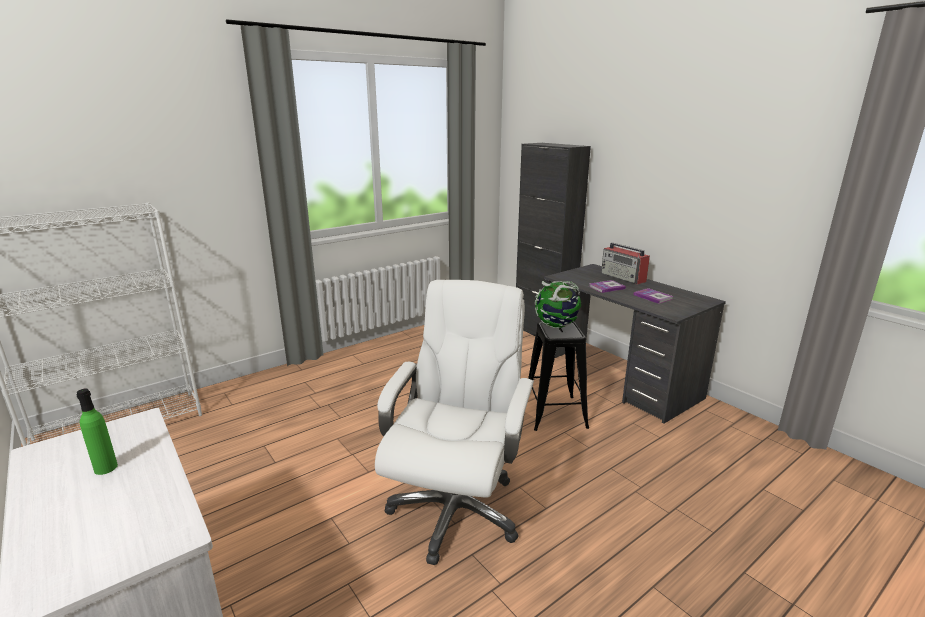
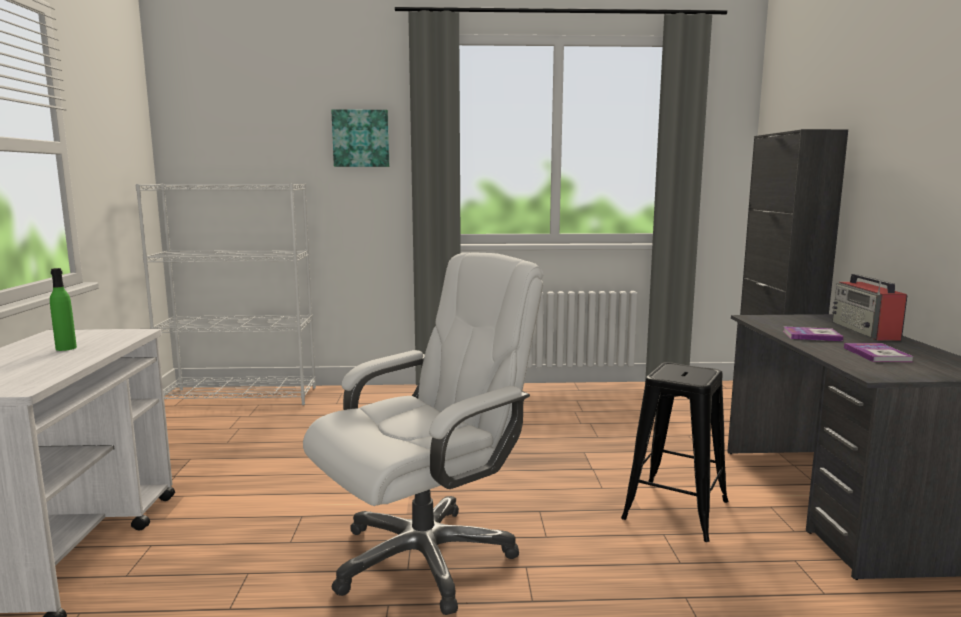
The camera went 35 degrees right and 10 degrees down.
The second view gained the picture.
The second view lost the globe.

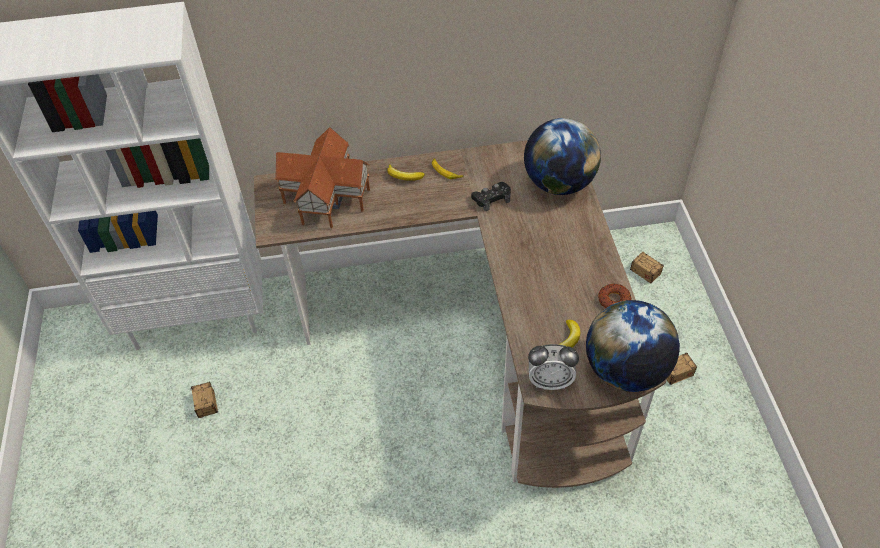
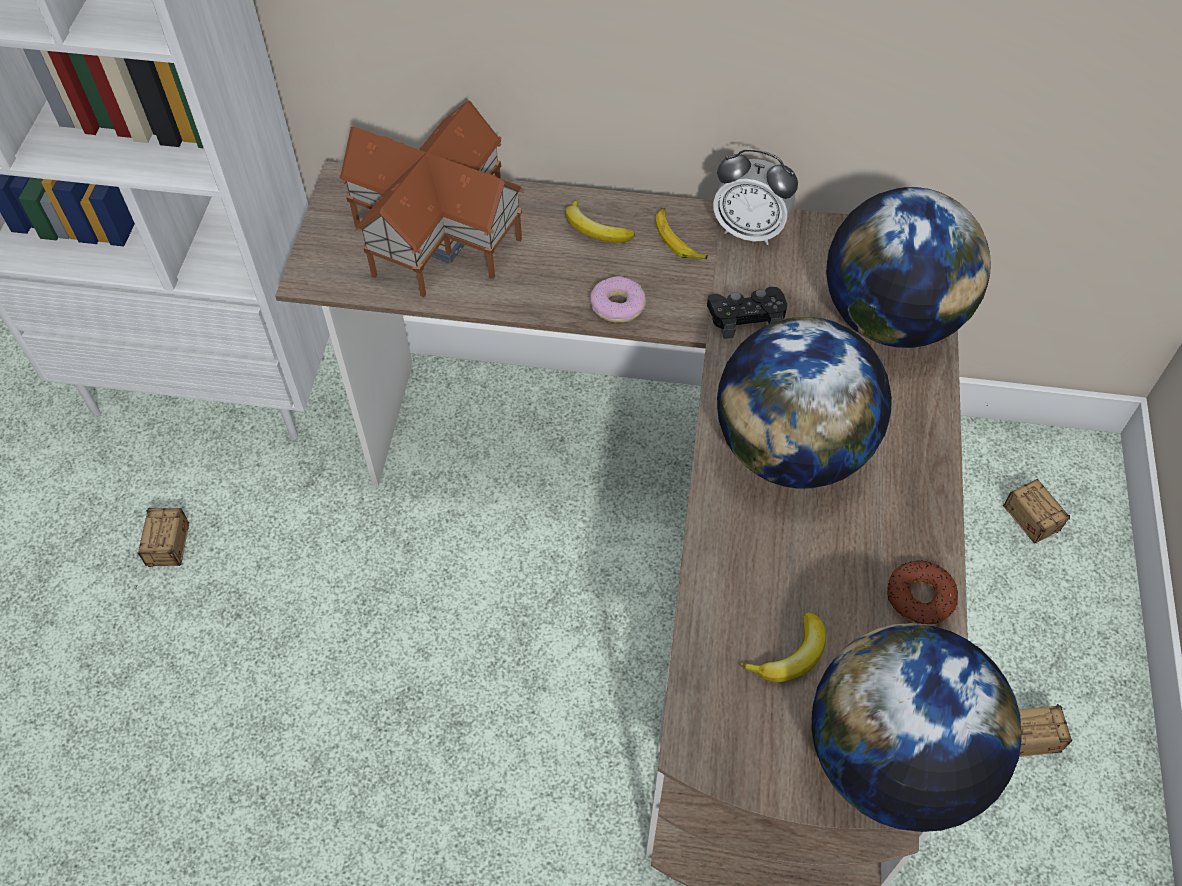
The camera went 15 degrees right and 5 degrees up.
The second view gained the donut (1st from left).
The alarm clock ended up elsewhere.
The second view gained the globe (1st from left).

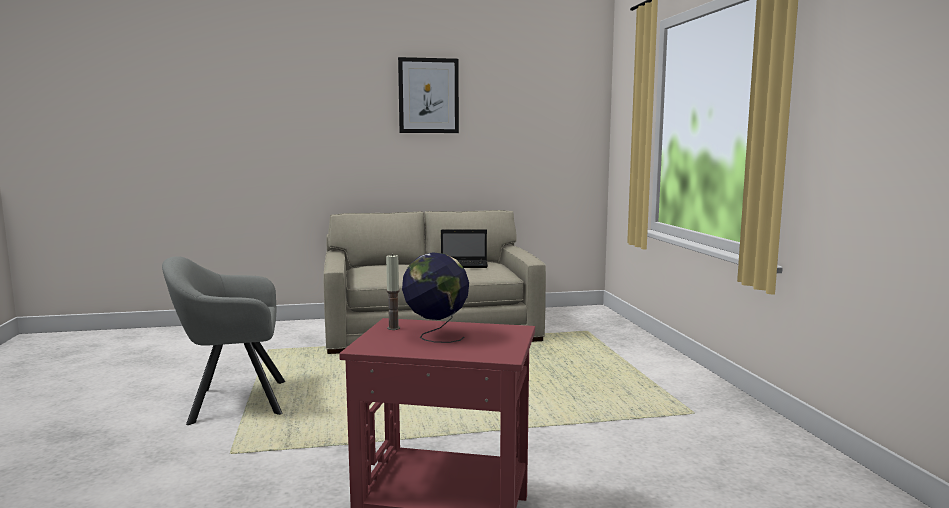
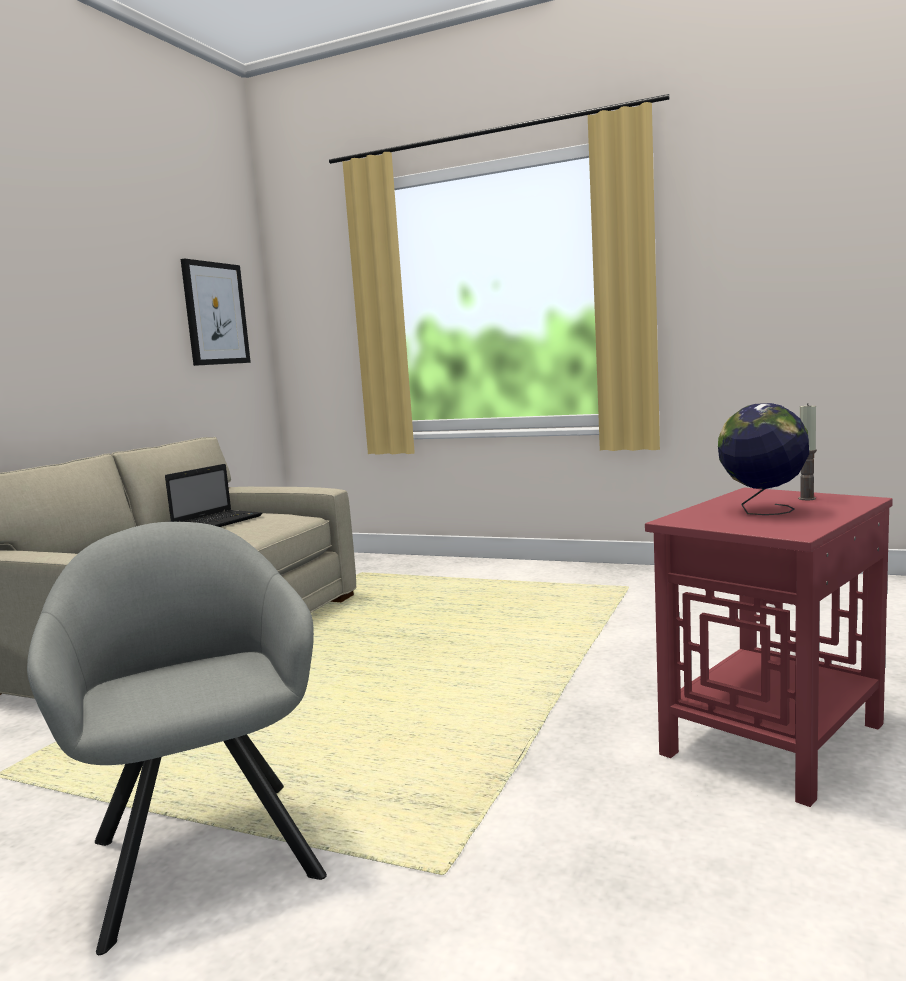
The camera went 55 degrees left and 0 degrees up.
The grey armchair ended up facing another way, 135 degrees clockwise from before.
The picture ended up elsewhere.
The candle ended up elsewhere.

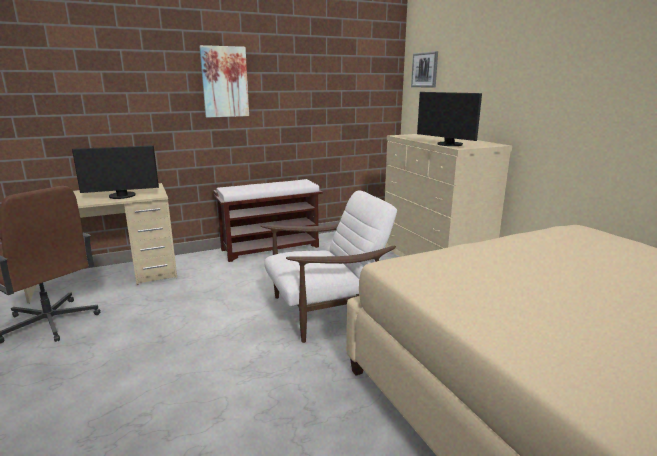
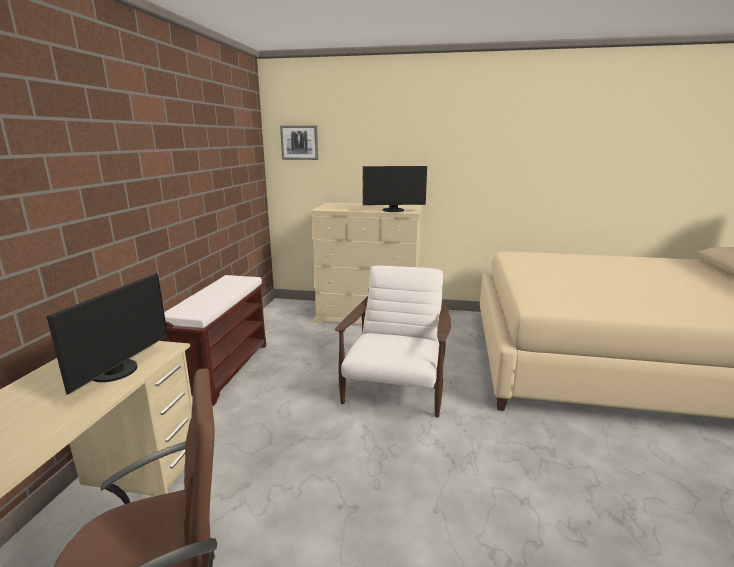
The camera went 55 degrees left and 0 degrees up.
The second view lost the picture (1st from left).

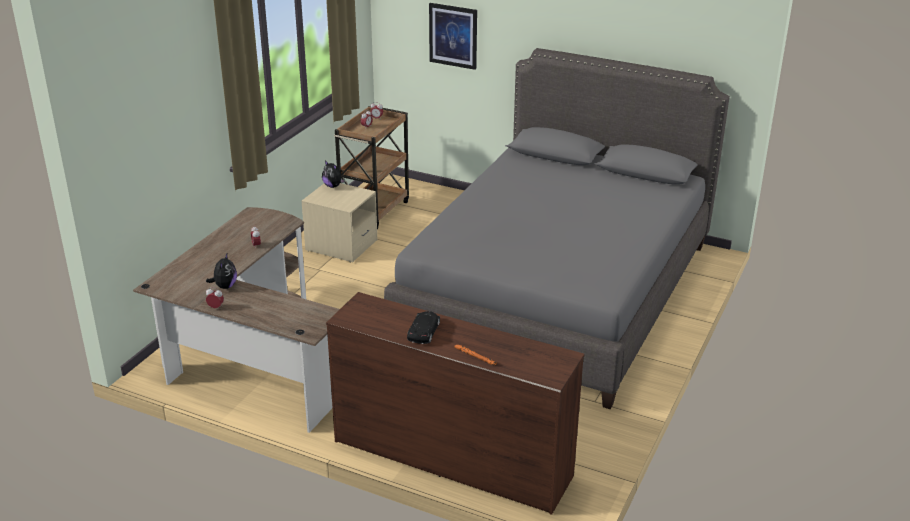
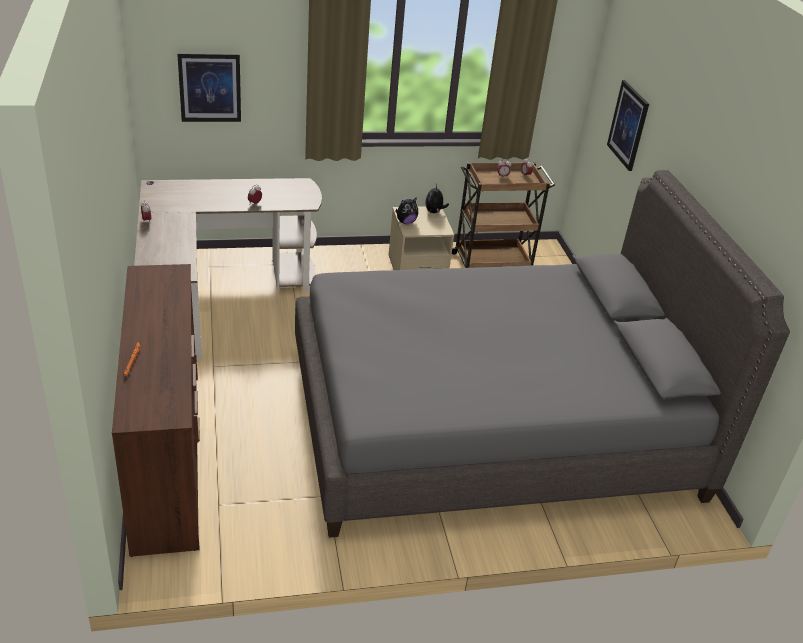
The camera went 50 degrees right and 5 degrees up.
The second view gained the picture (1st from left).
The plush toy (1st from left) ended up elsewhere.
The second view lost the black toy car.

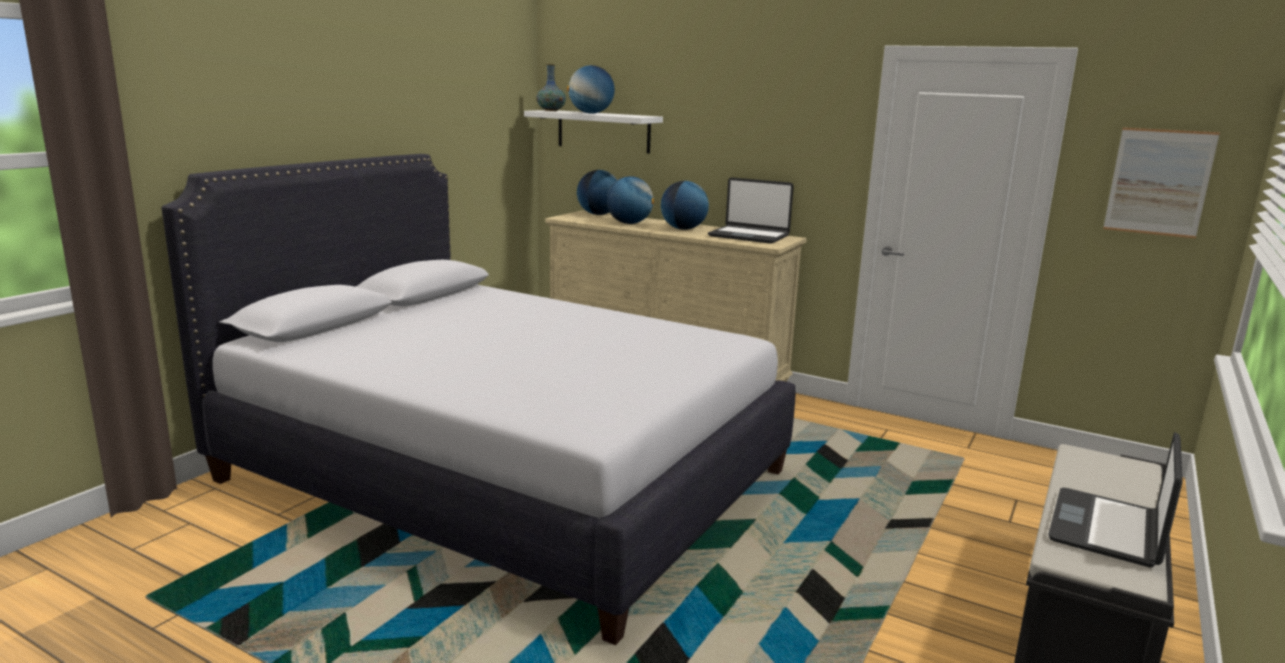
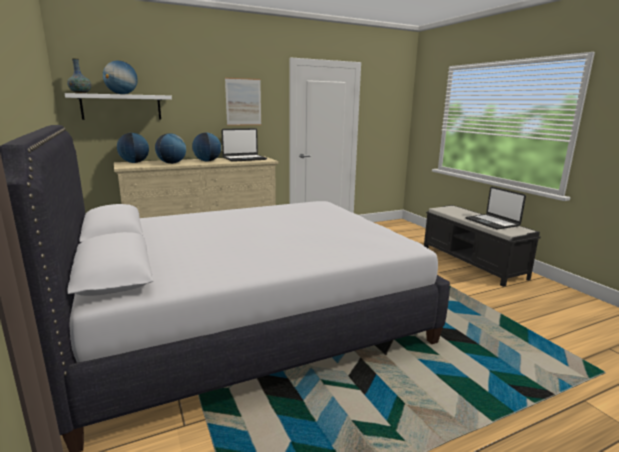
The camera went 55 degrees left and 0 degrees up.
The picture ended up elsewhere.

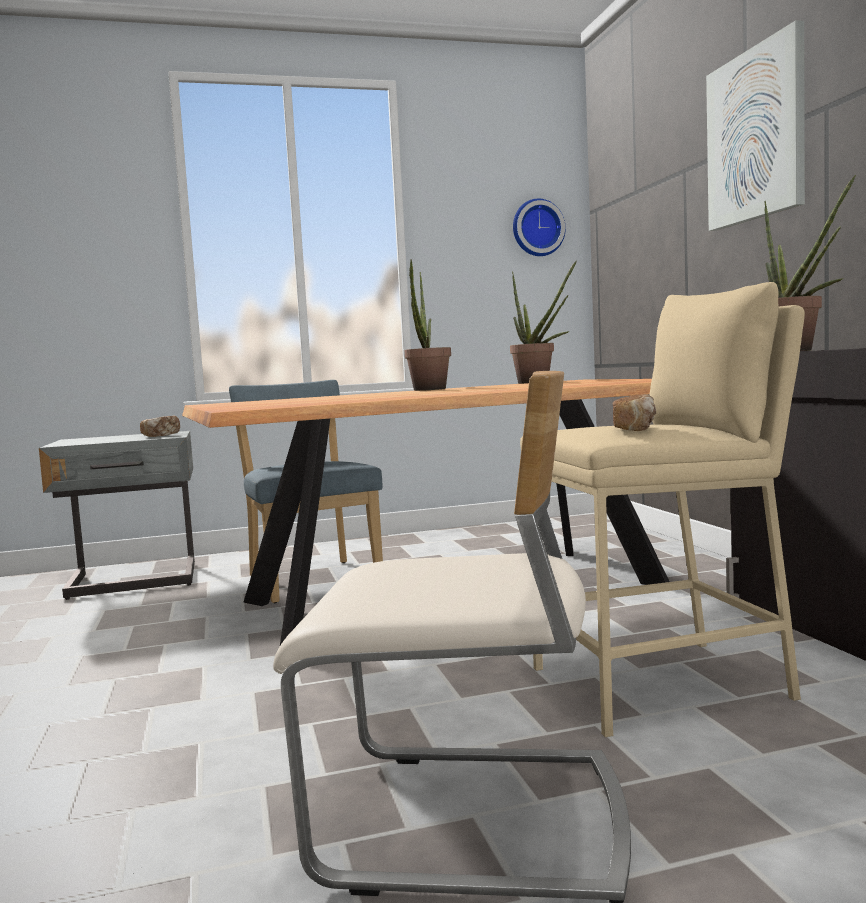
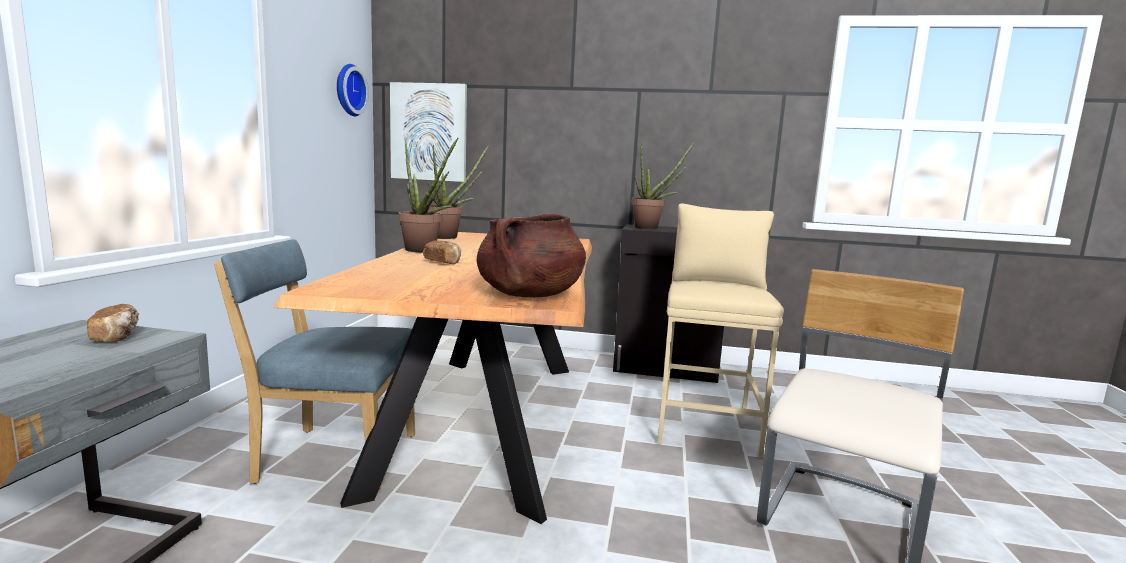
The camera went 65 degrees left and 5 degrees up.
The picture ended up elsewhere.
The bread (2nd from left) ended up elsewhere.
The second view gained the brown cooking pot.

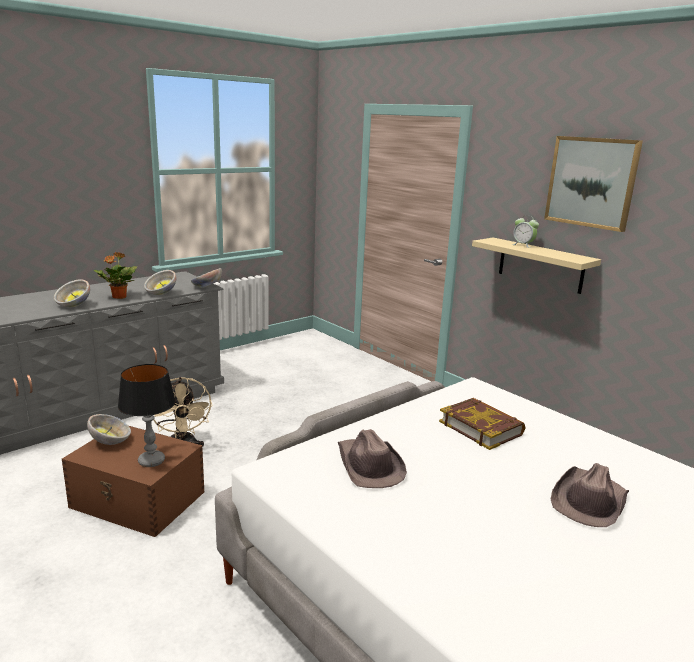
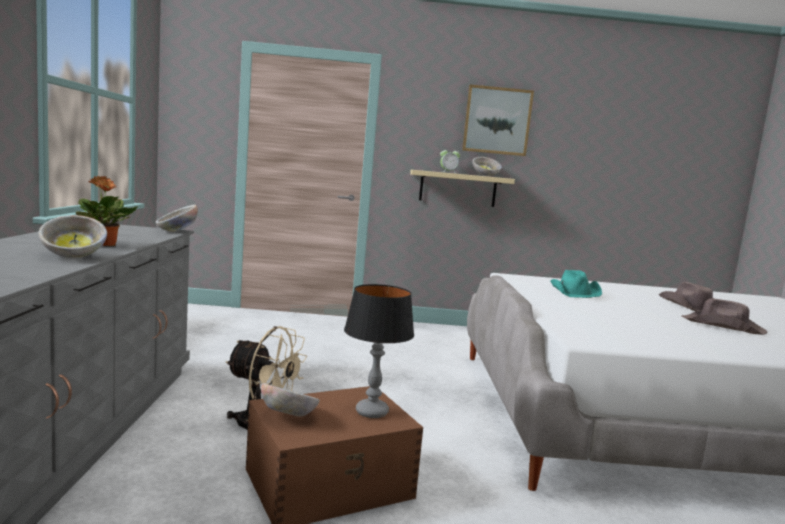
The camera went 50 degrees left and 10 degrees down.
The bowl (3rd from left in the first image) ended up elsewhere.
Where the book stood, the turquoise hat came to stand.
The brown hat (1st from left in the first image) ended up elsewhere.

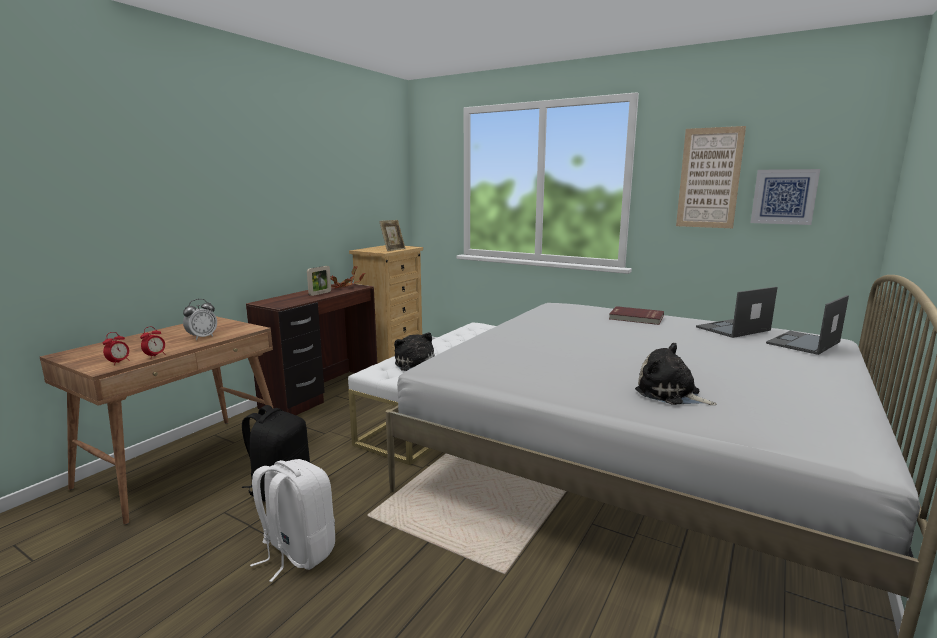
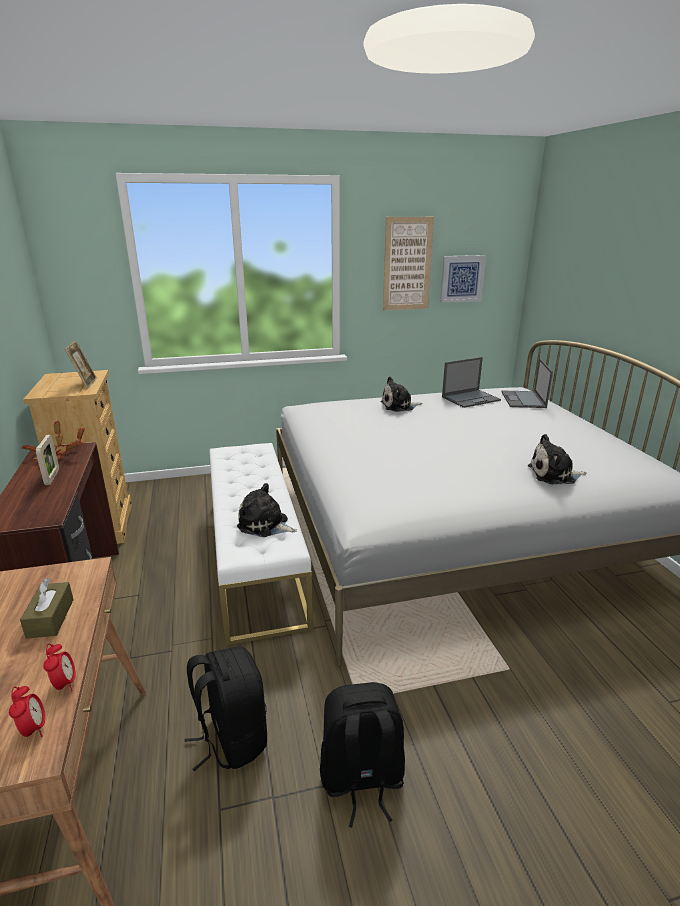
The camera went 45 degrees left and 10 degrees up.
Where the alarm clock (3rd from left) stood, the brown tissue box came to stand.
What was the white backpack turned into the black backpack (2nd from left).
Where the red book stood, the plush toy (2nd from left) came to stand.
The laptop (1st from left) ended up facing another way, 135 degrees counterclockwise from before.

